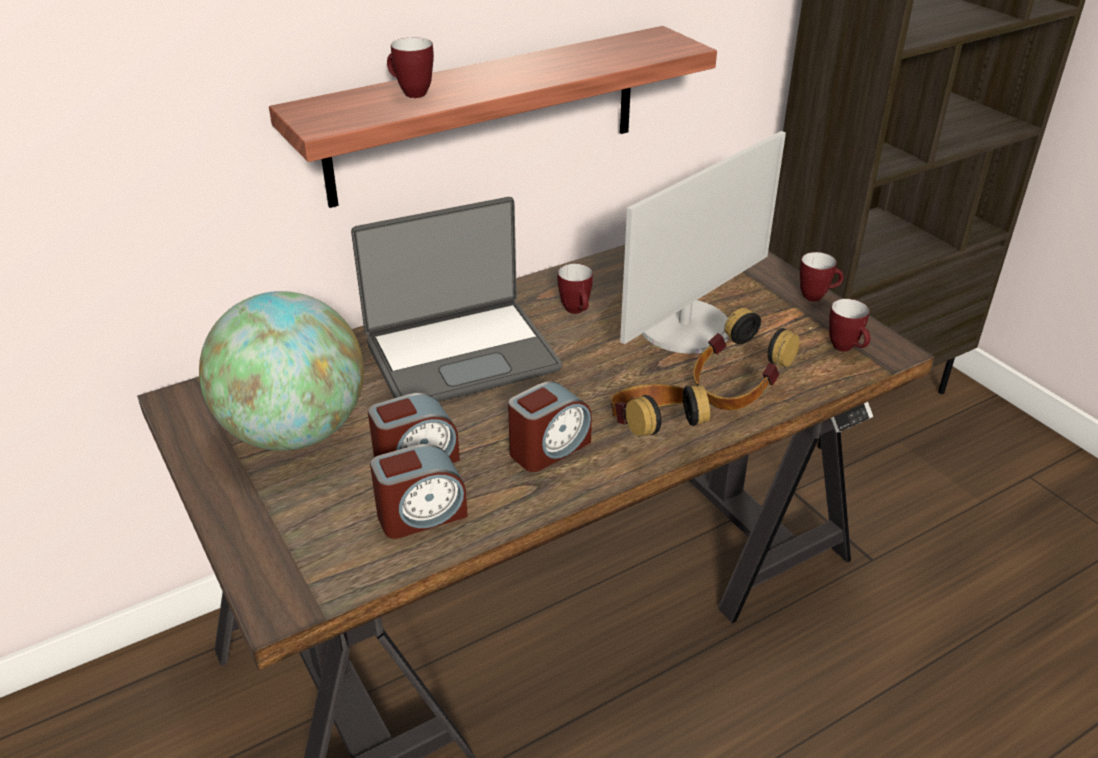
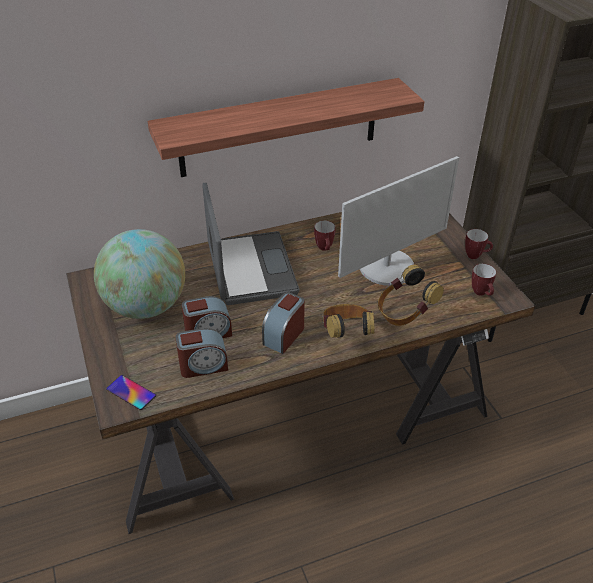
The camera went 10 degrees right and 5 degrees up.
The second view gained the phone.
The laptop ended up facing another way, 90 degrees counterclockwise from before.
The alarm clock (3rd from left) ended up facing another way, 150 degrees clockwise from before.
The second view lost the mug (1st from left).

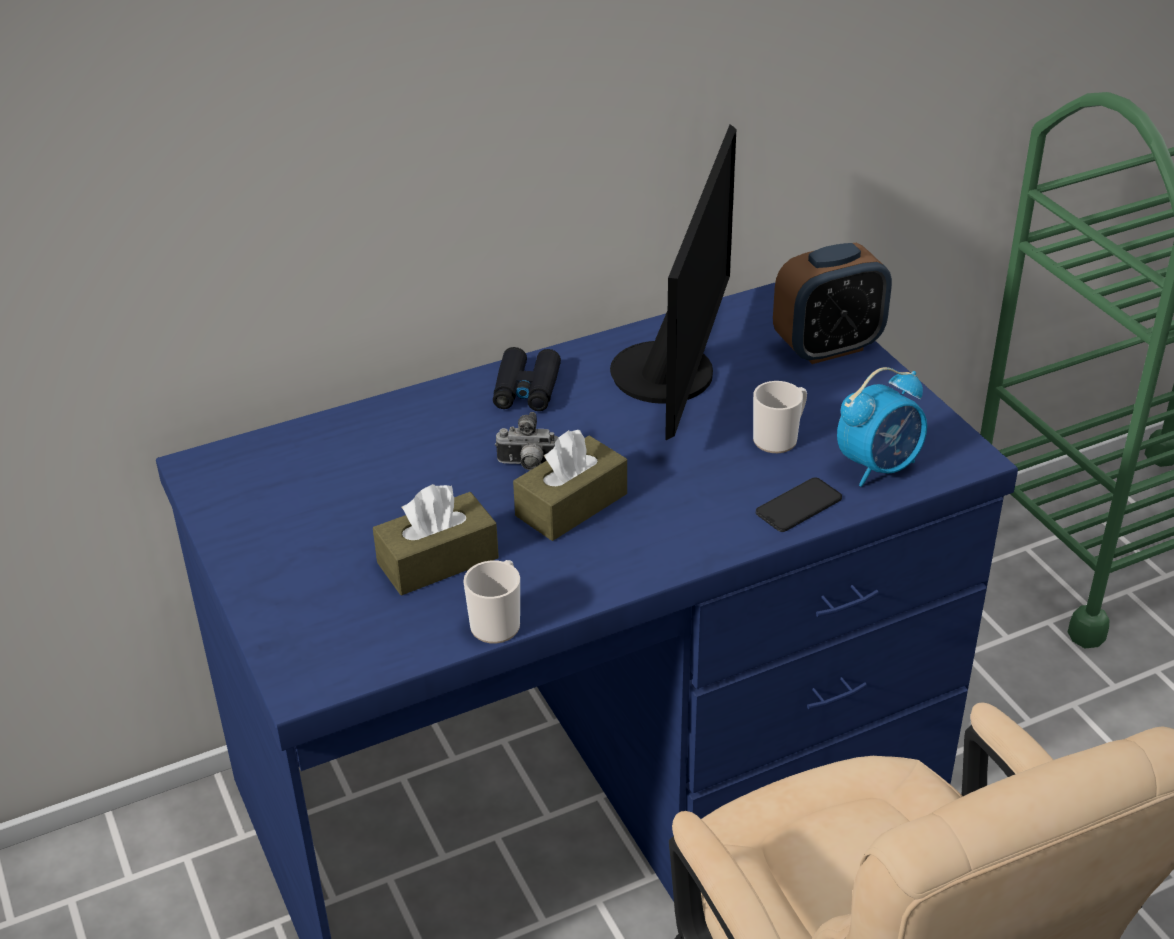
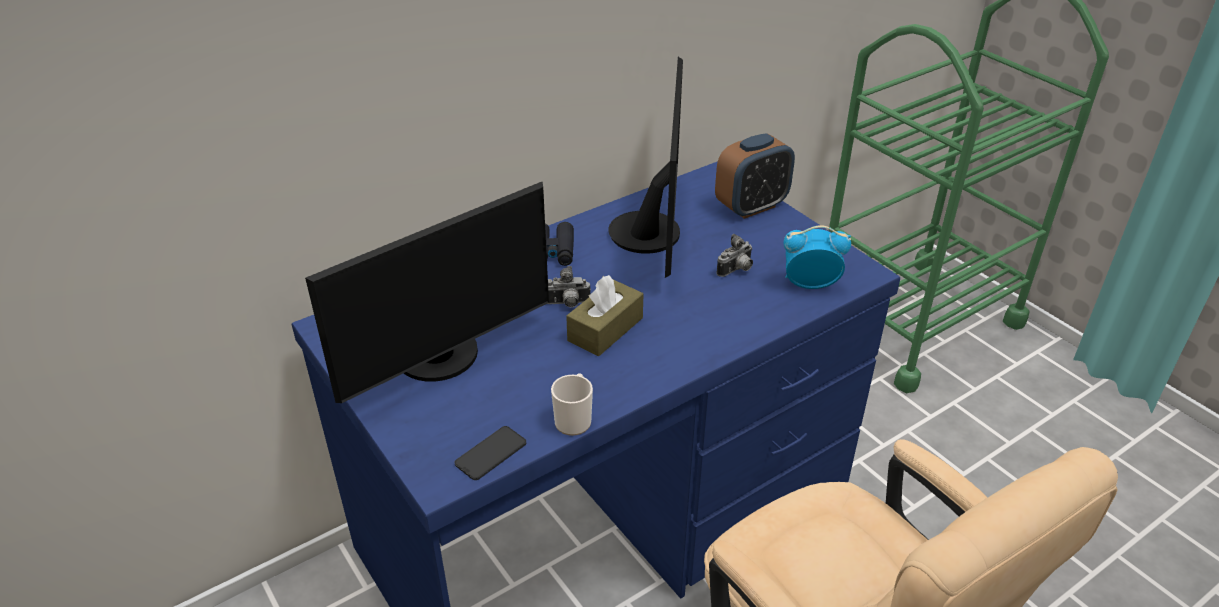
The camera went 10 degrees left and 0 degrees up.
The second view gained the monitor (1st from left).
The phone ended up elsewhere.
Where the mug (2nd from left) stood, the photo camera (2nd from left) came to stand.
The alarm clock (2nd from left) ended up facing another way, 135 degrees counterclockwise from before.
The second view lost the brown tissue box (1st from left).

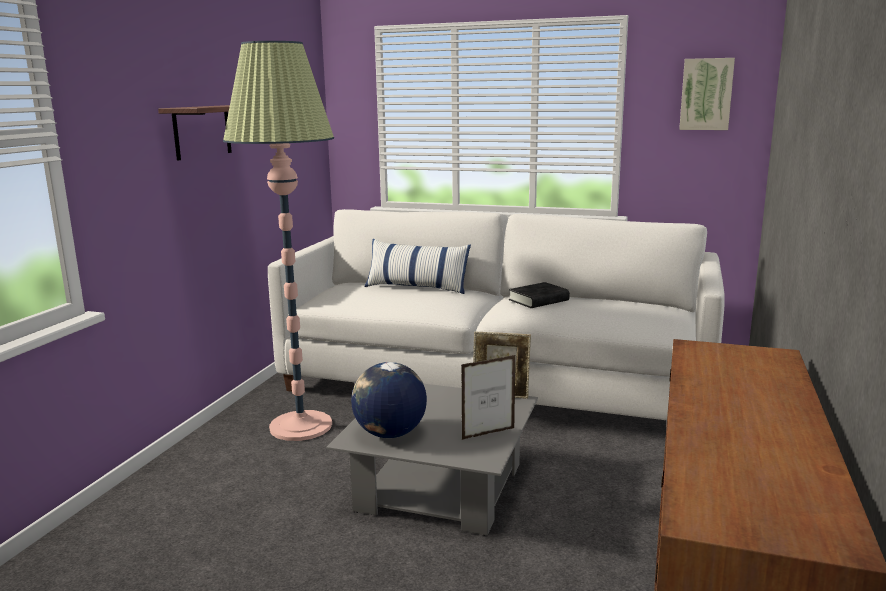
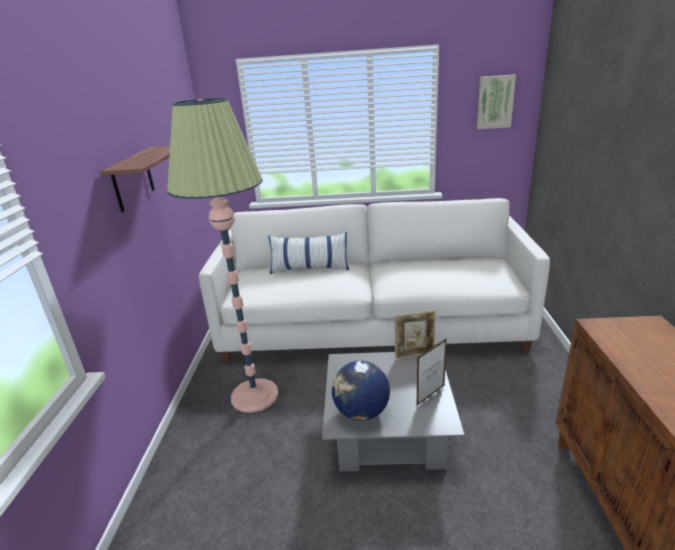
The camera went 15 degrees left and 10 degrees up.
The second view lost the black book.

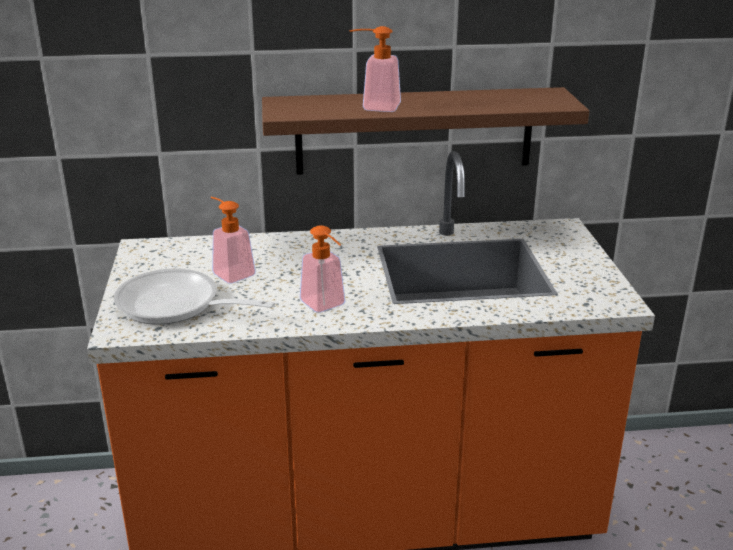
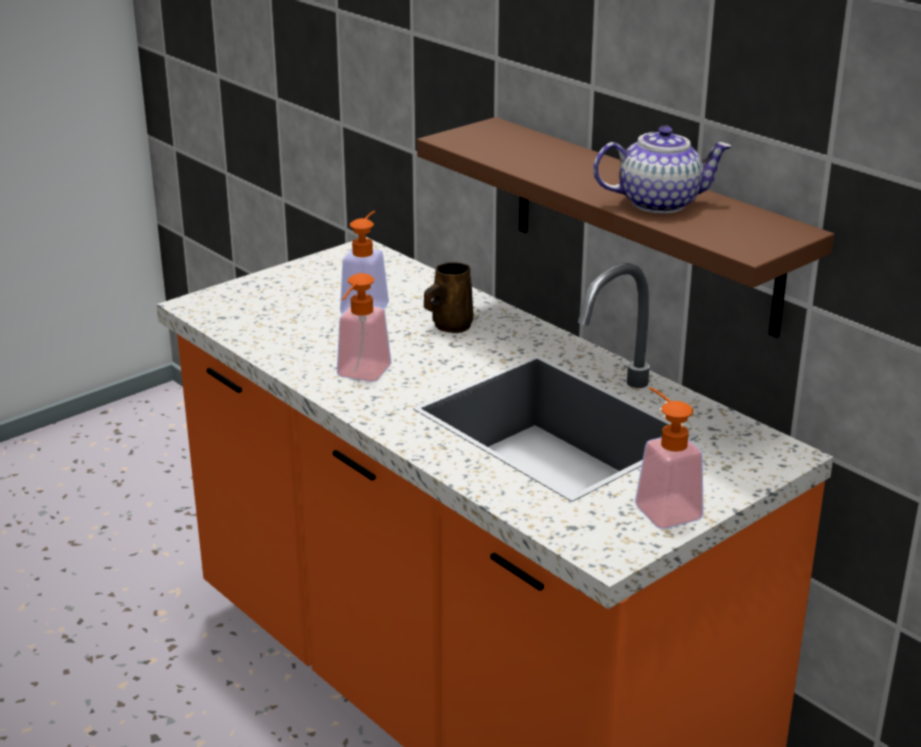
The camera went 55 degrees right and 0 degrees up.
The second view gained the brown mug.
The second view gained the teapot.
The soap dispenser (3rd from left) ended up elsewhere.
The second view lost the frying pan.

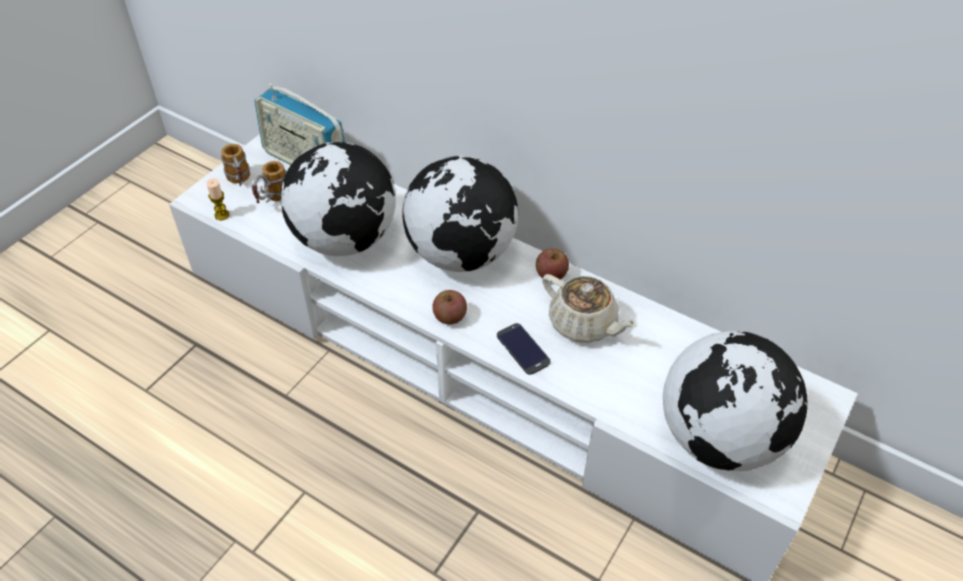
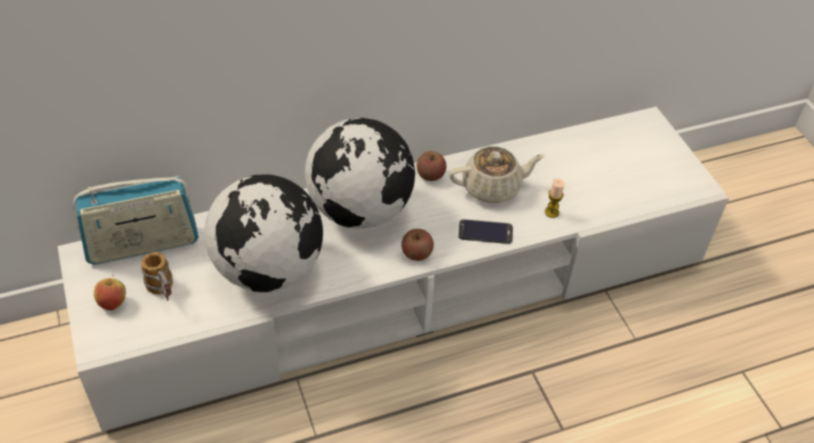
The camera went 55 degrees left and 0 degrees up.
Where the mug (1st from left) stood, the apple (1st from left) came to stand.
The candle ended up elsewhere.
The second view lost the globe (3rd from left).

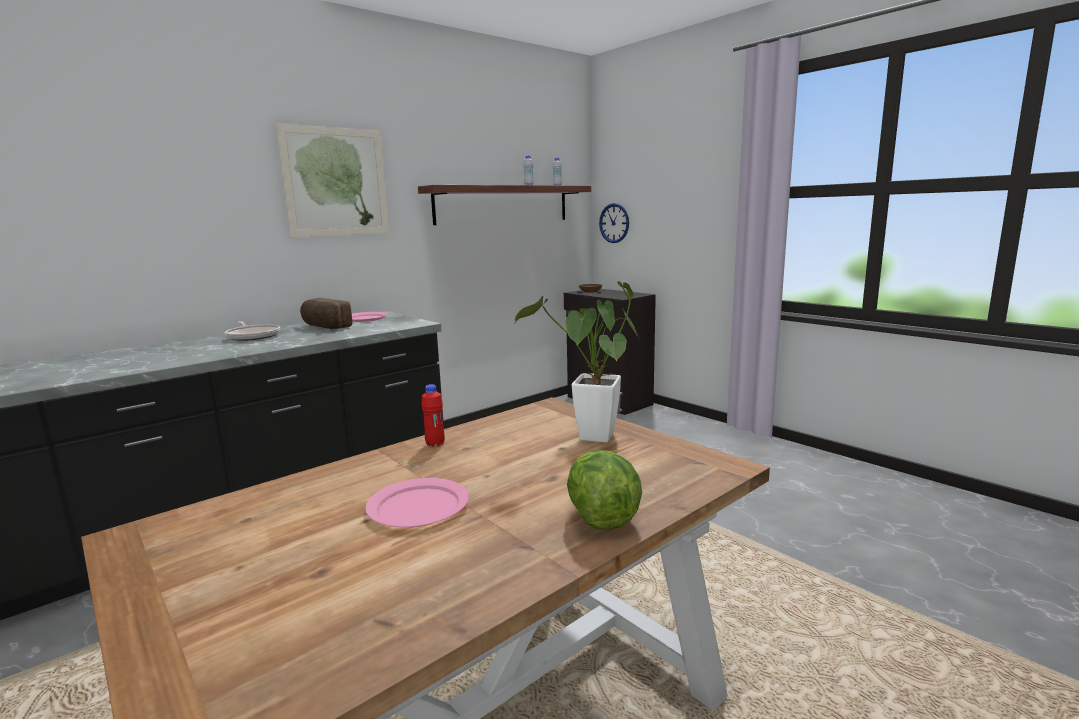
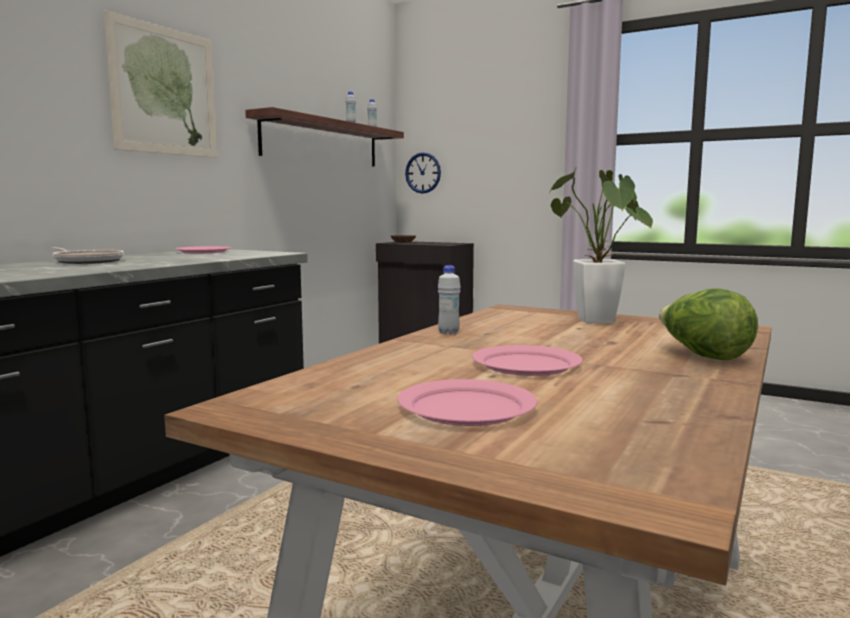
The camera went 20 degrees left and 5 degrees down.
The second view gained the pink plate (2nd from left).
What was the red bottle turned into the white bottle (3rd from left).
The second view lost the bread.

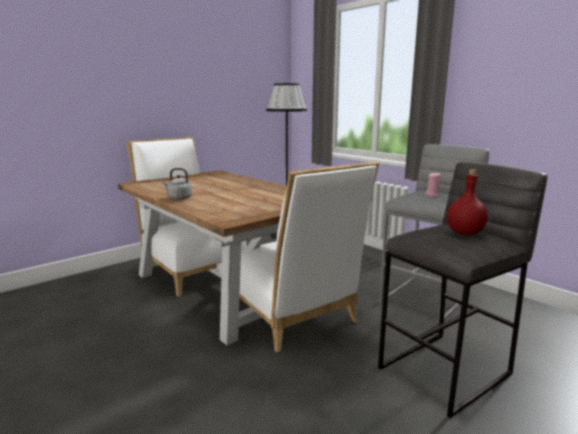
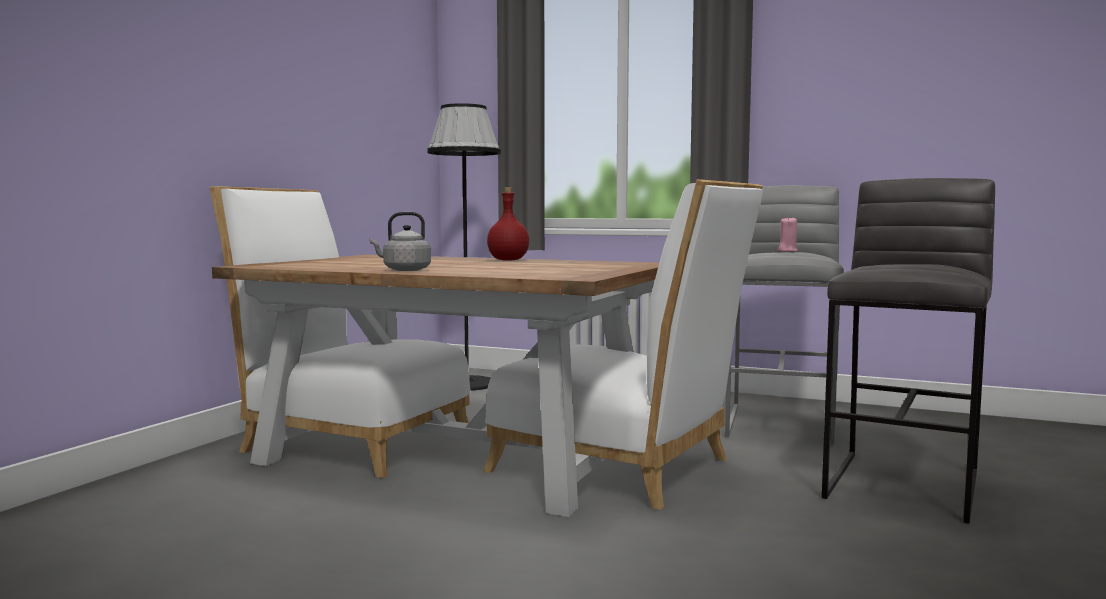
The camera went 25 degrees left and 10 degrees down.
The red bottle ended up elsewhere.

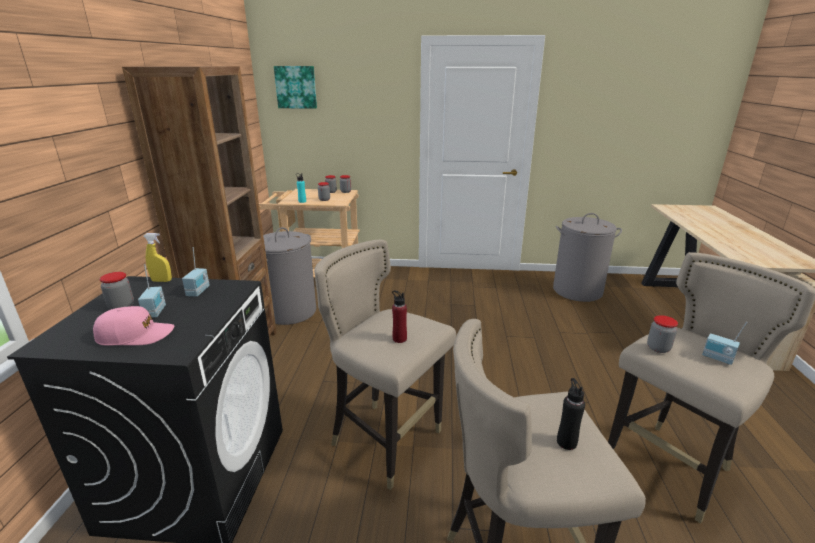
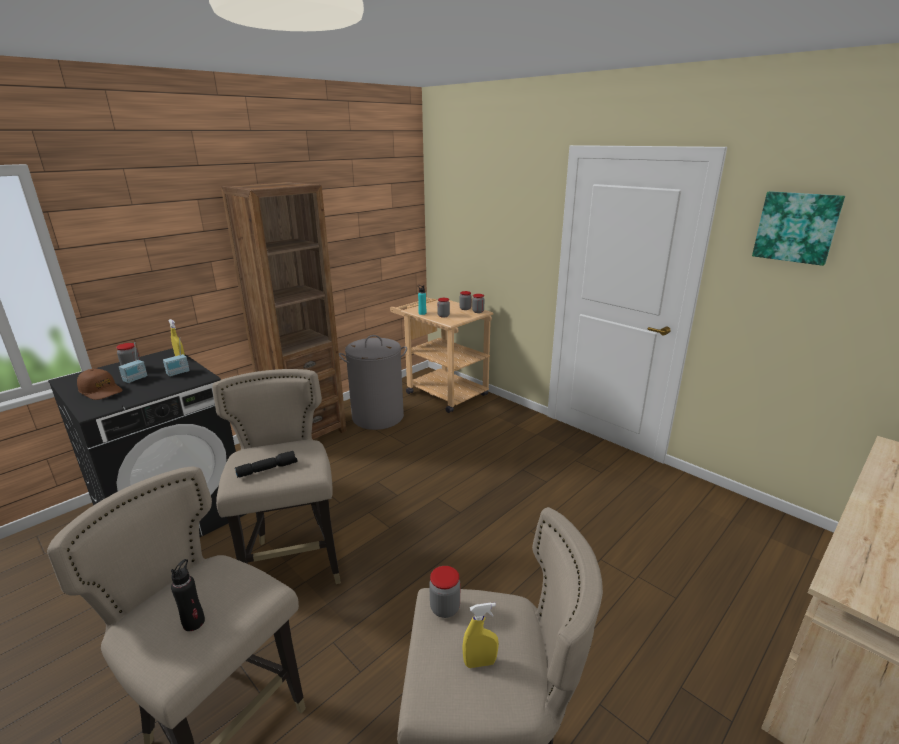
The camera went 40 degrees right and 0 degrees up.
What was the pink cap turned into the brown cap.
Where the red bottle stood, the black flashlight came to stand.
Where the radio (3rd from left) stood, the yellow spray bottle (2nd from left) came to stand.
The picture ended up elsewhere.
The second view lost the grey laundry basket (2nd from left).

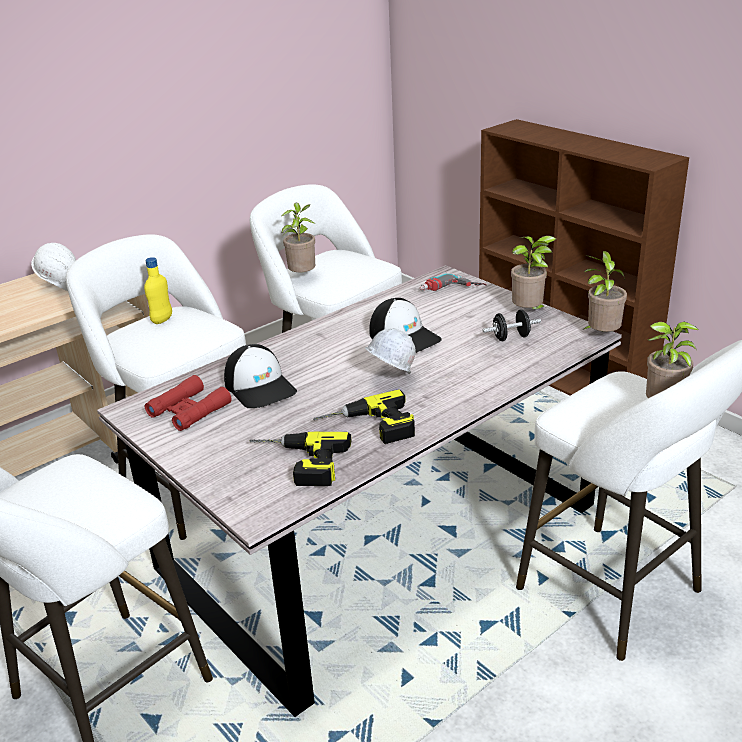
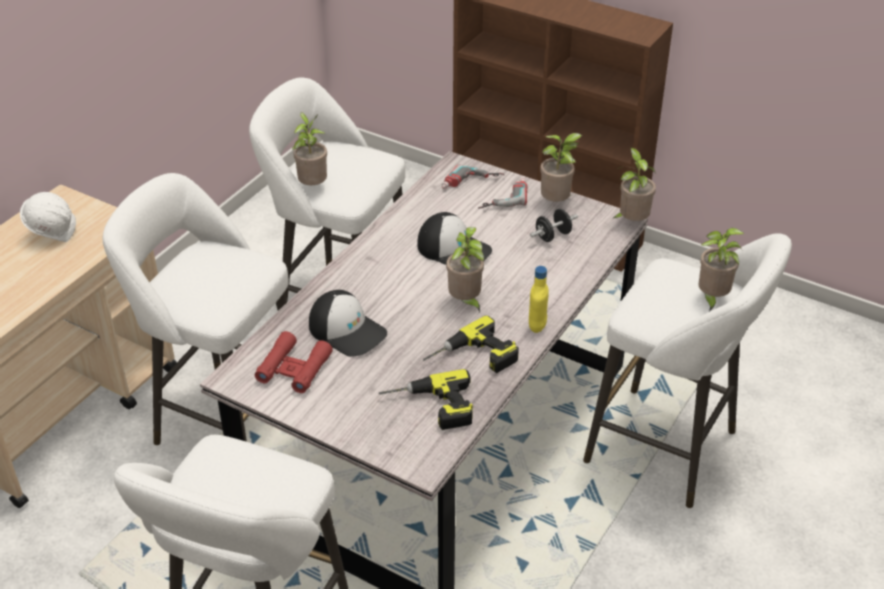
The camera went 20 degrees left and 10 degrees up.
Where the white hard hat (2nd from left) stood, the potted plant (2nd from left) came to stand.
The second view gained the power drill (4th from left).
The yellow bottle ended up elsewhere.

